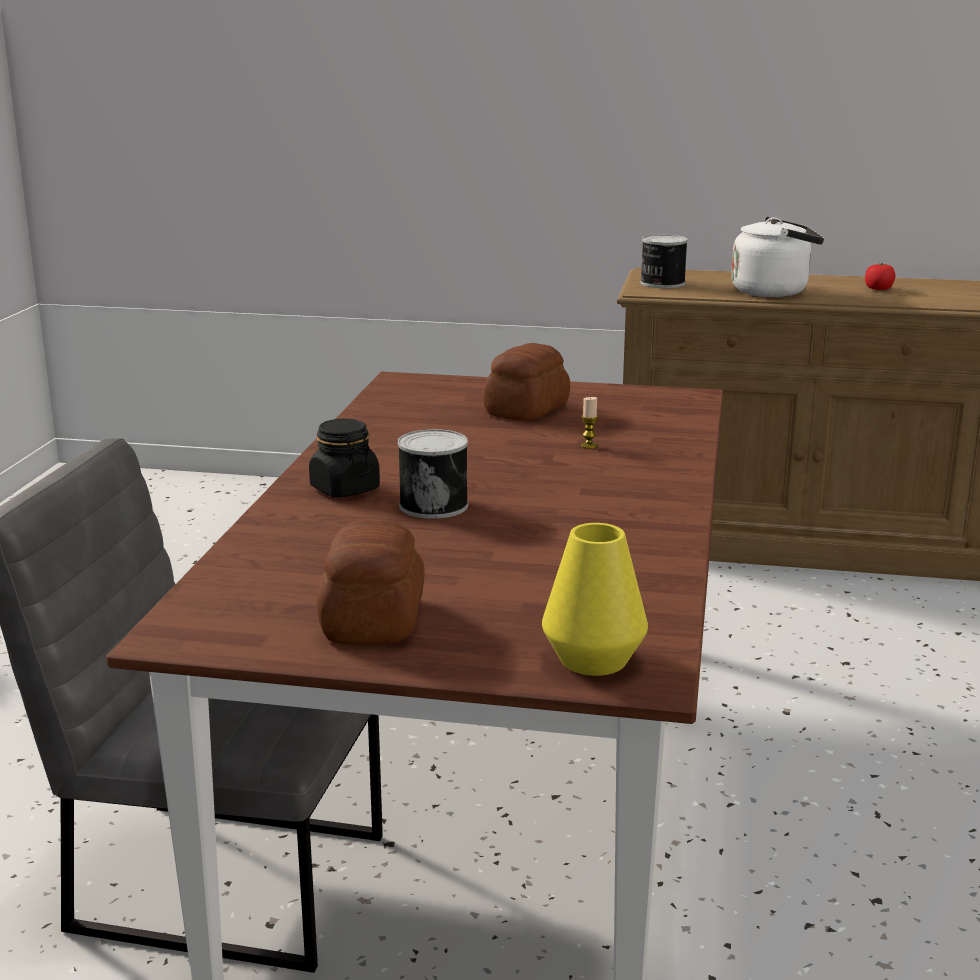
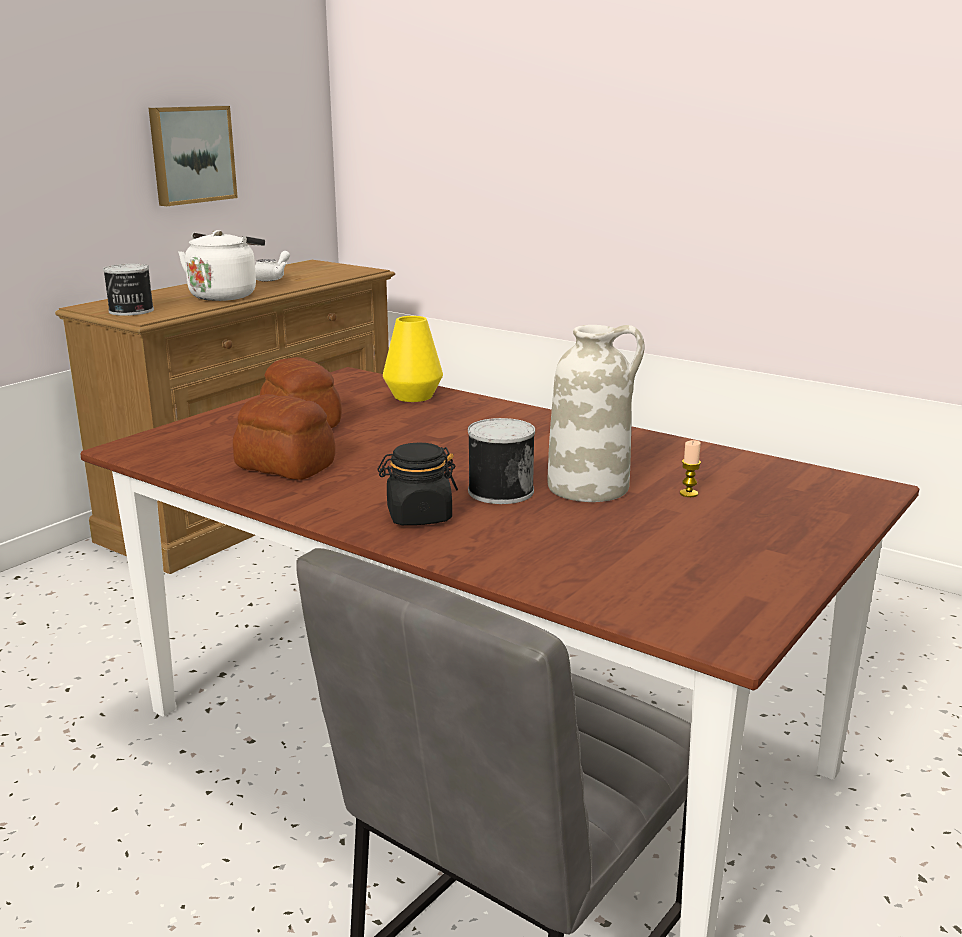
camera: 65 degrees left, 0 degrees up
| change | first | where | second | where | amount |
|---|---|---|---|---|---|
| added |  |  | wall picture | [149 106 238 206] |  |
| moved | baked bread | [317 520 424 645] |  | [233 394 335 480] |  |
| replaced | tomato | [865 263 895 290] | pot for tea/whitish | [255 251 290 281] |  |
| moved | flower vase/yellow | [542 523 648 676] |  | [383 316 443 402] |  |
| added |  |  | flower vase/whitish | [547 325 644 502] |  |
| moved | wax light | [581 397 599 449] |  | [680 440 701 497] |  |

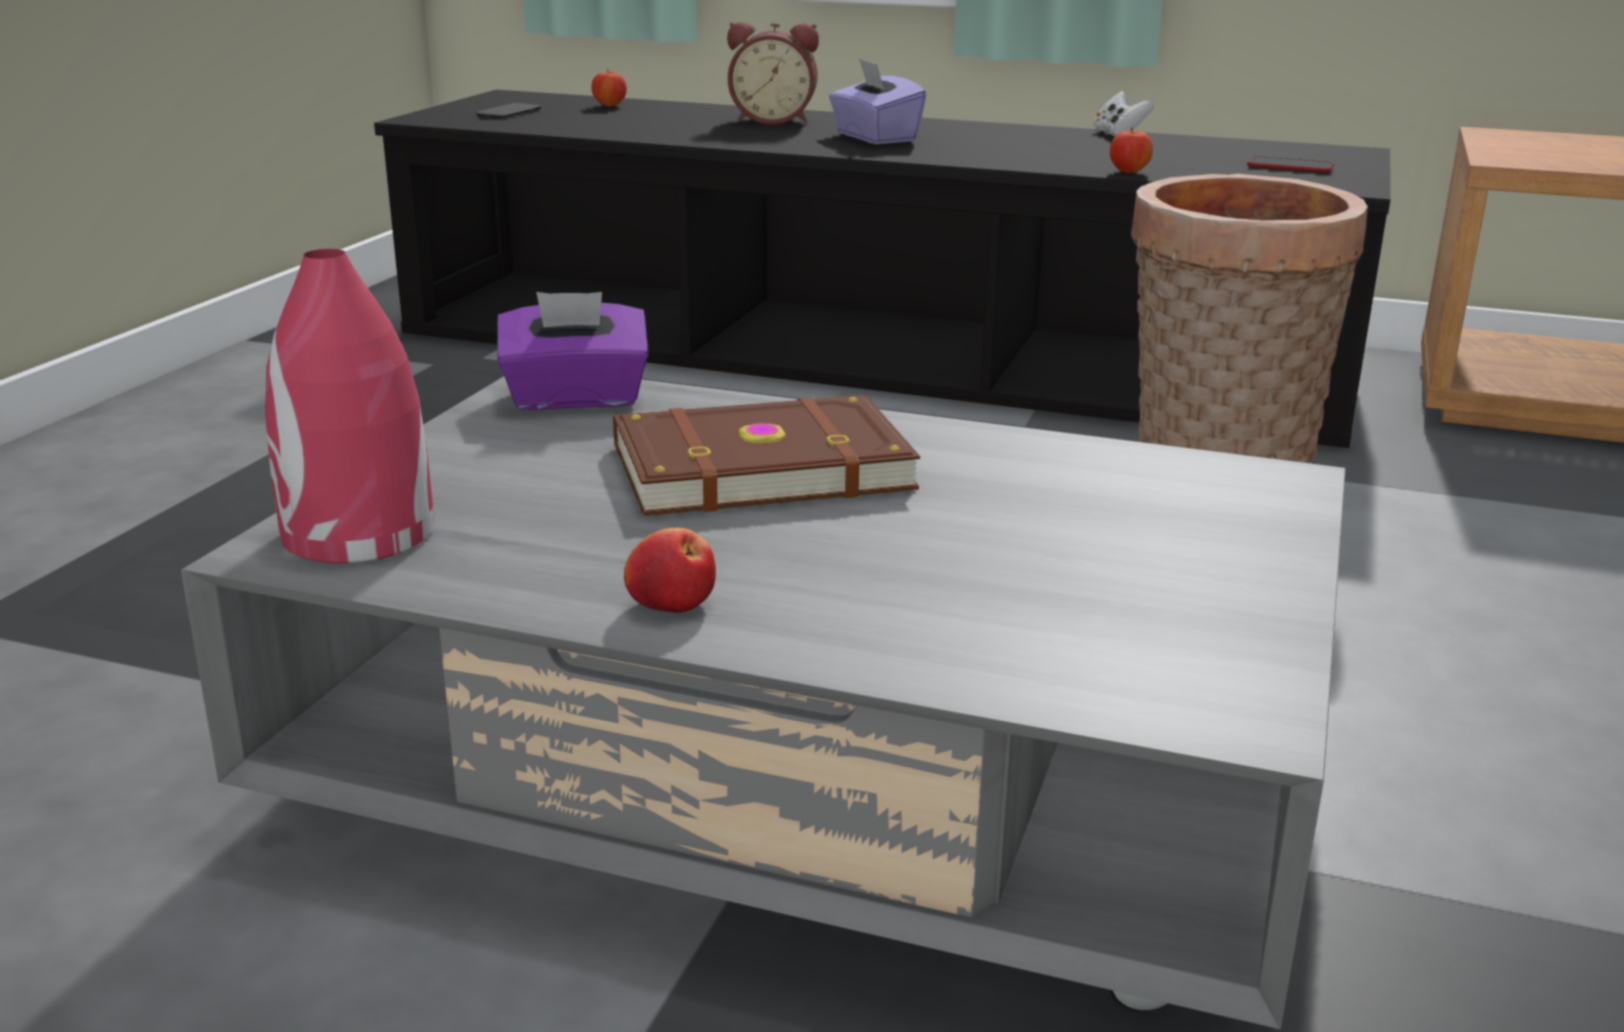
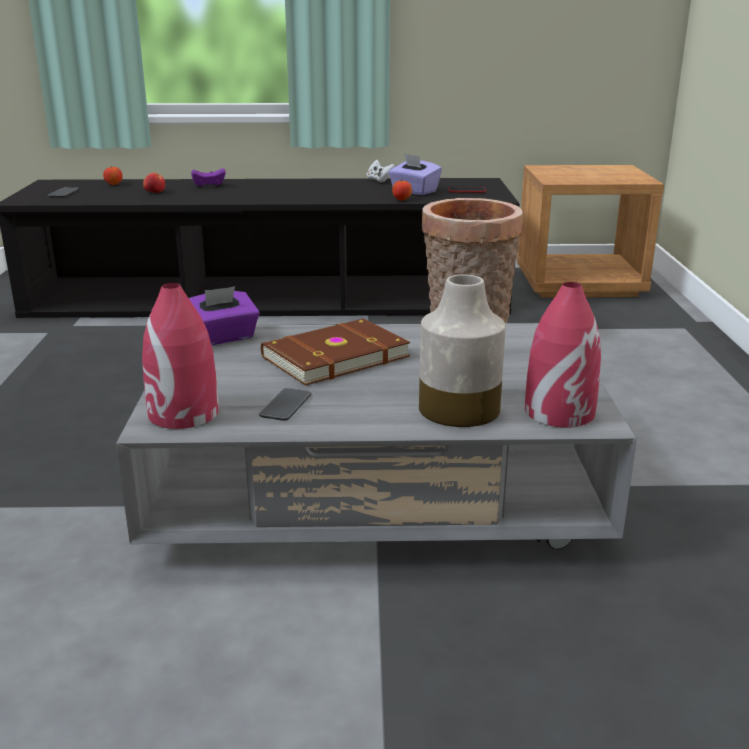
camera: 20 degrees left, 0 degrees up
| change | first | where | second | where | amount |
|---|---|---|---|---|---|
| moved | apple fruit | [624 528 716 613] |  | [143 173 165 193] |  |
| replaced | table clock | [727 22 819 125] | gamepad/purple | [191 168 226 187] |  |
| added |  |  | telephone | [259 388 311 421] |  |
| moved | tissue box/purple | [829 59 926 144] |  | [388 153 442 195] |  |
| added |  |  | flower vase/beige-coloured | [419 274 506 427] |  |
| added |  |  | flower vase/red | [525 282 601 428] |  |

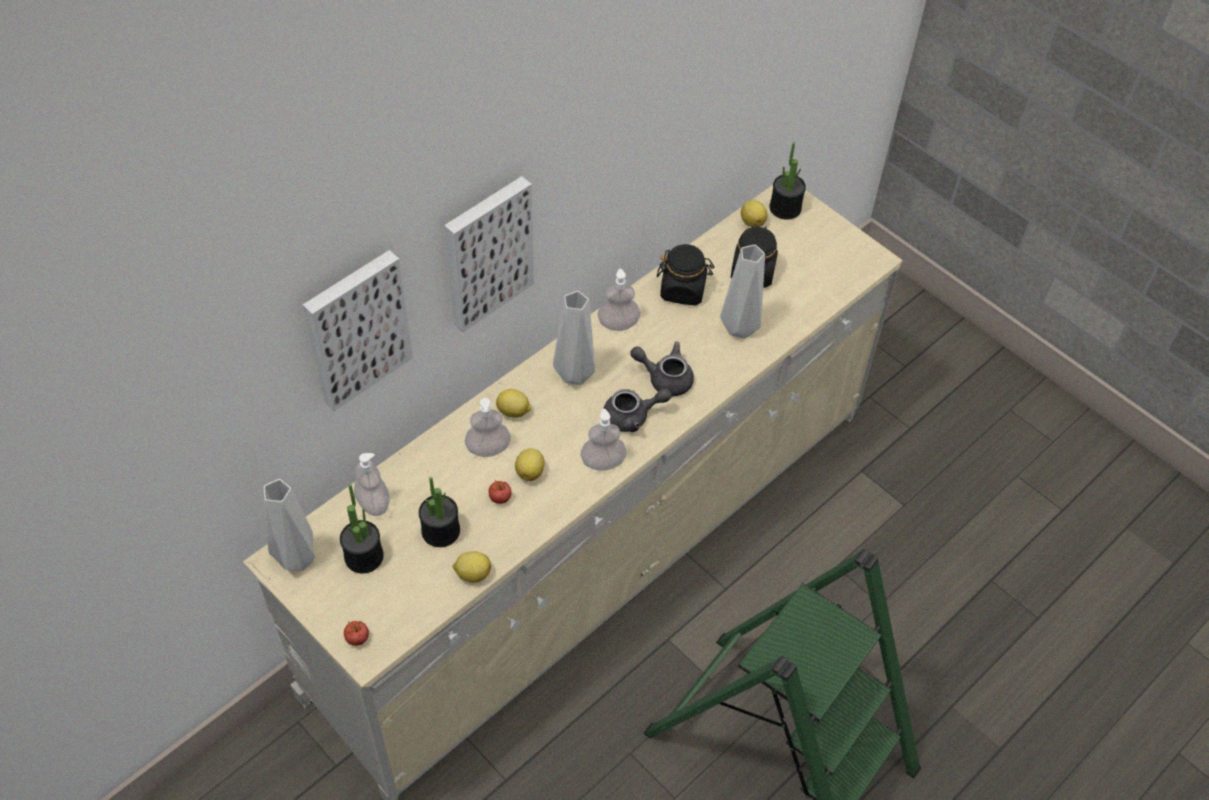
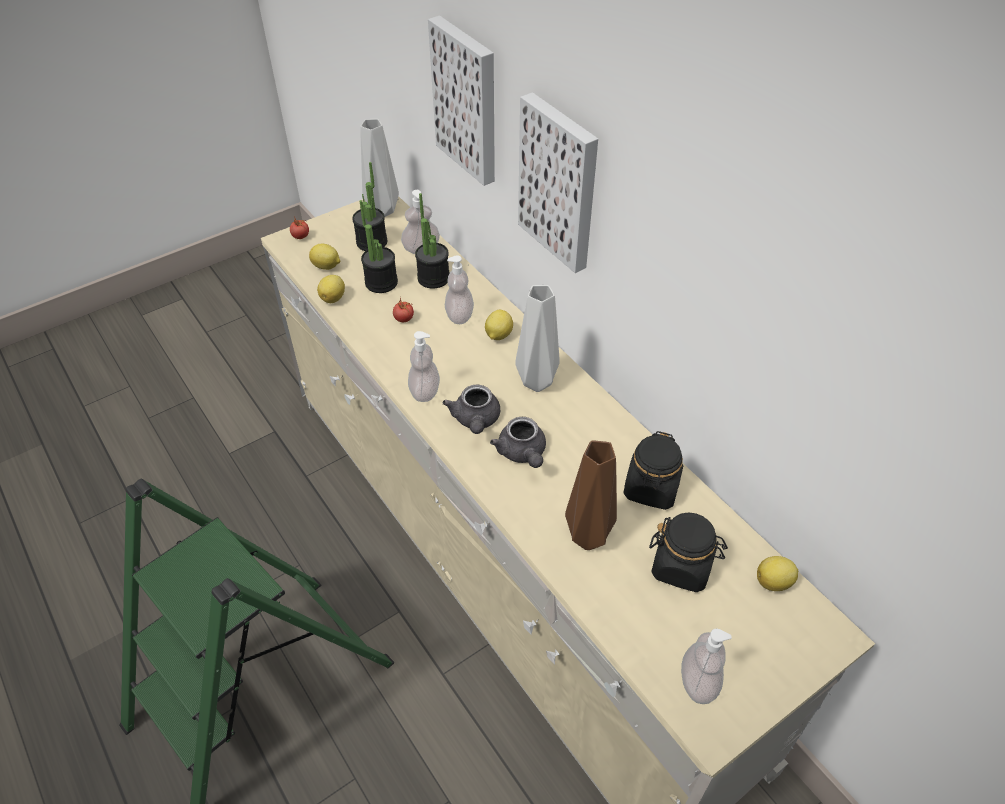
camera: 100 degrees right, 5 degrees down
| change | first | where | second | where | amount |
|---|---|---|---|---|---|
| moved | whole lemon | [515 448 544 481] |  | [309 244 340 270] |  |
| moved | potted plant | [770 142 806 220] |  | [415 193 450 289] |  |
| turned | pot for tea/gray | [630 342 694 396] |  | [490 417 546 468] | 135 degrees clockwise |
| recoloured | flower vase/gray | [720 245 765 338] | flower vase/brown-coloured | [565 441 617 550] |  |
| moved | liquid soap bottle | [598 269 640 331] |  | [681 629 732 704] |  |

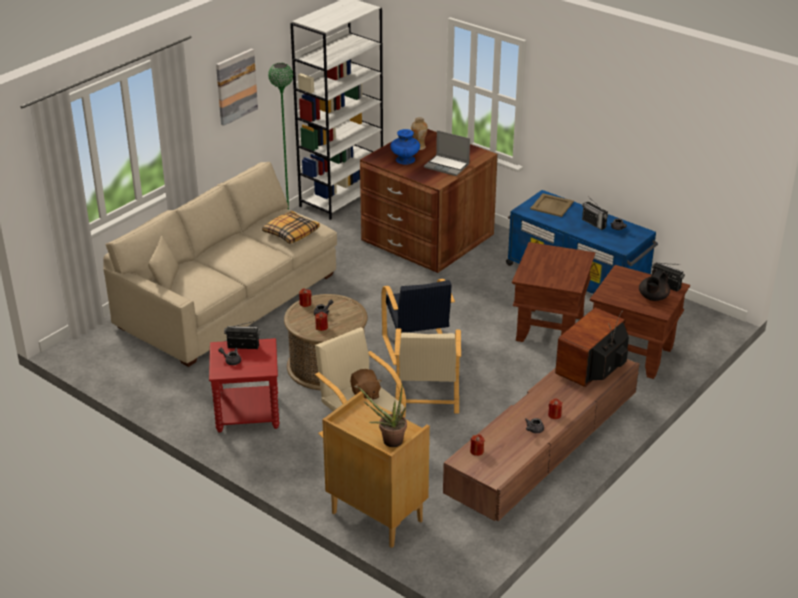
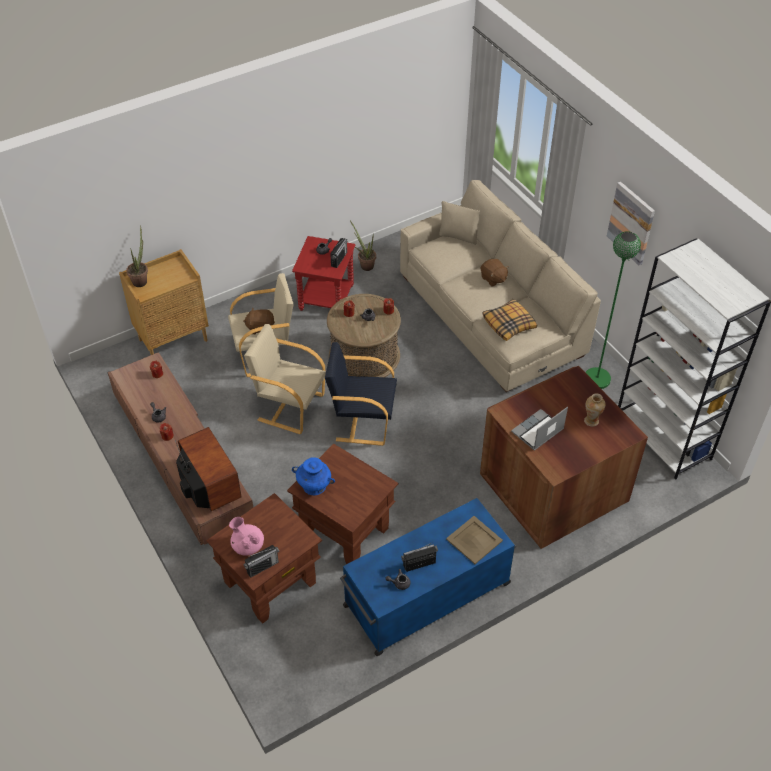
camera: 110 degrees right, 15 degrees up
| change | first | where | second | where | amount |
|---|---|---|---|---|---|
| recoloured | pot for tea/blackish | [639 269 670 301] | pot for tea/pinkish | [229 517 264 556] |  |
| moved | flower vase/bluish | [391 129 420 165] |  | [292 457 335 495] |  |
| added |  |  | potted plant | [350 221 376 271] |  |
| added |  |  | cuddly toy/brown-coloured | [481 259 509 287] |  |

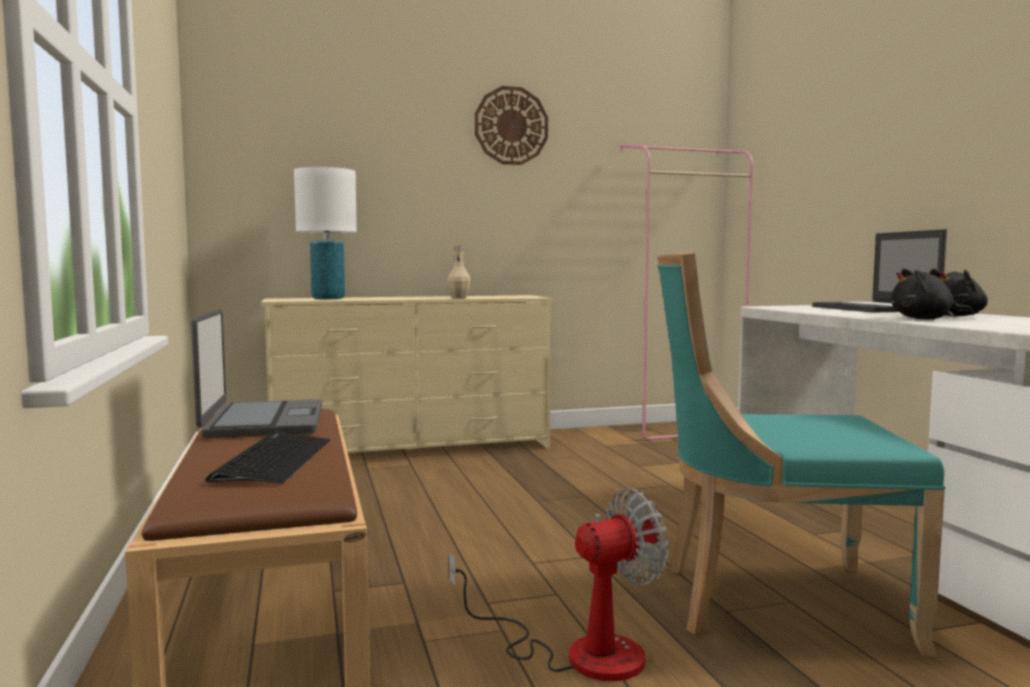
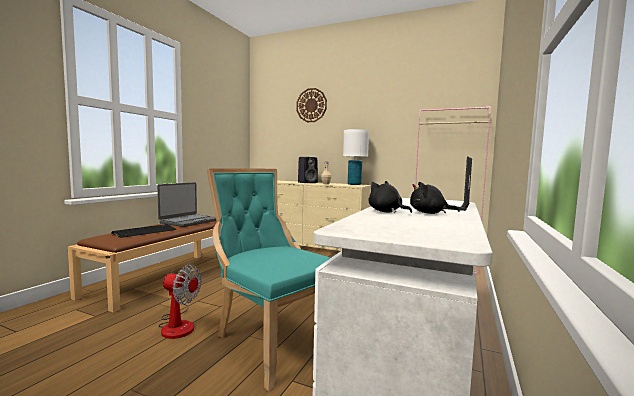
camera: 40 degrees right, 0 degrees up
| change | first | where | second | where | amount |
|---|---|---|---|---|---|
| moved | hanging clock | [475 86 548 165] |  | [296 88 327 122] |  |
| added |  |  | speaker/blackish | [298 157 318 183] |  |
| moved | lamp for a table/whitish | [294 167 357 299] |  | [343 129 369 185] |  |

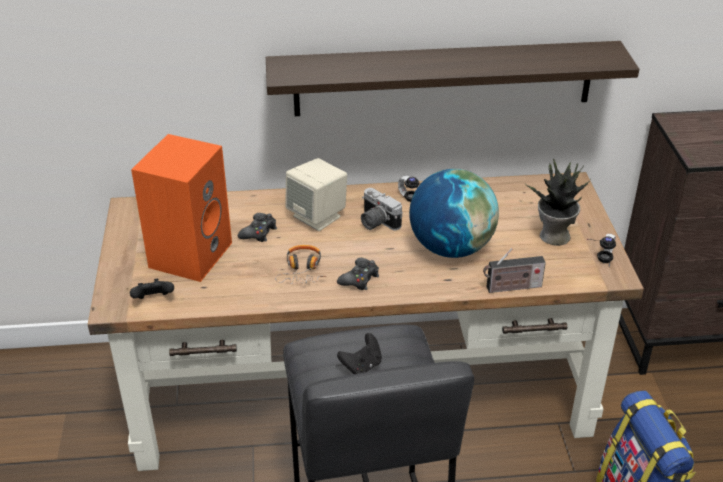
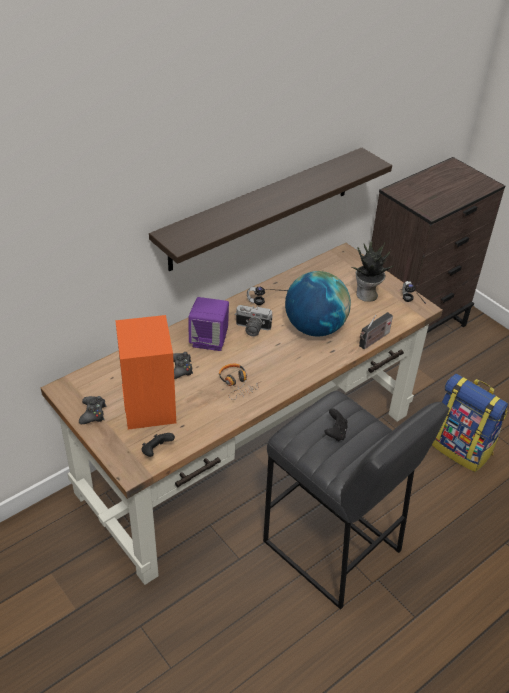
camera: 35 degrees left, 5 degrees up
| change | first | where | second | where | amount |
|---|---|---|---|---|---|
| moved | gamepad/blackish | [337 258 379 290] |  | [79 396 107 424] |  |
| recoloured | speaker/beige-coloured | [285 158 347 231] | speaker/purple | [189 297 229 351] |  |

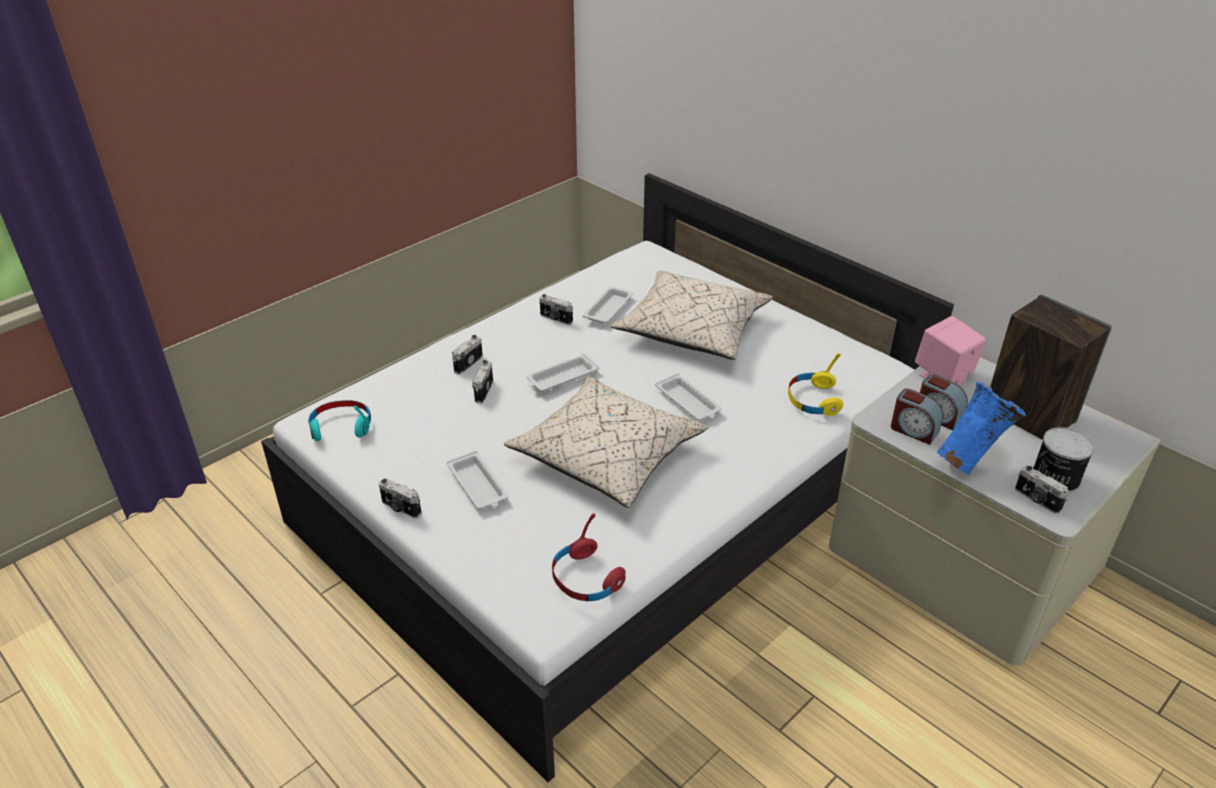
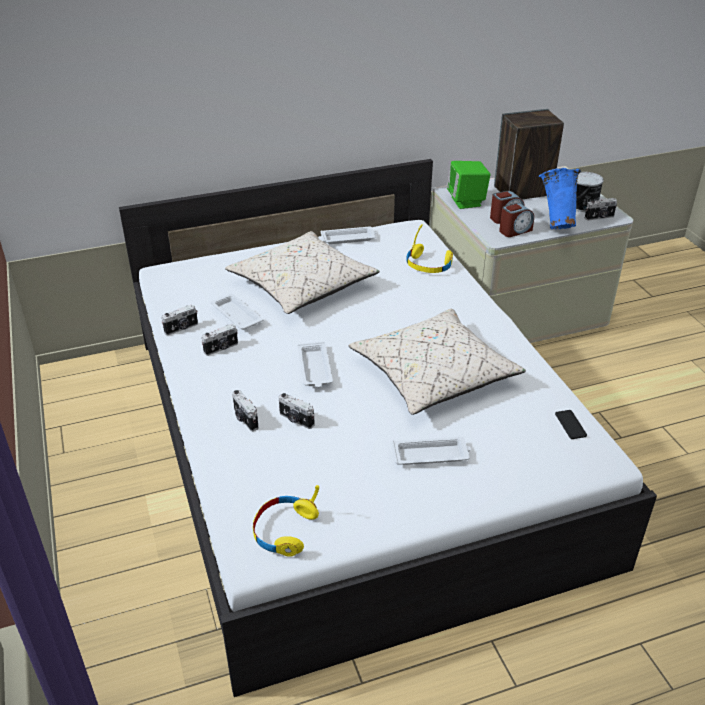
camera: 65 degrees left, 0 degrees up
| change | first | where | second | where | amount |
|---|---|---|---|---|---|
| moved | photo camera | [379 478 422 518] |  | [162 305 198 335] |  |
| recoloured | headphones/turquoise-coloured | [308 400 371 441] | headphones/yellow | [253 485 319 557] |  |
| moved | tray/whitish | [655 373 722 420] |  | [321 227 376 244] |  |
| recoloured | speaker/pinkish | [915 316 986 386] | speaker/greenish | [447 161 490 209] |  |
| replaced | headphones/red | [552 513 626 601] | telephone | [555 410 587 439] |  |

